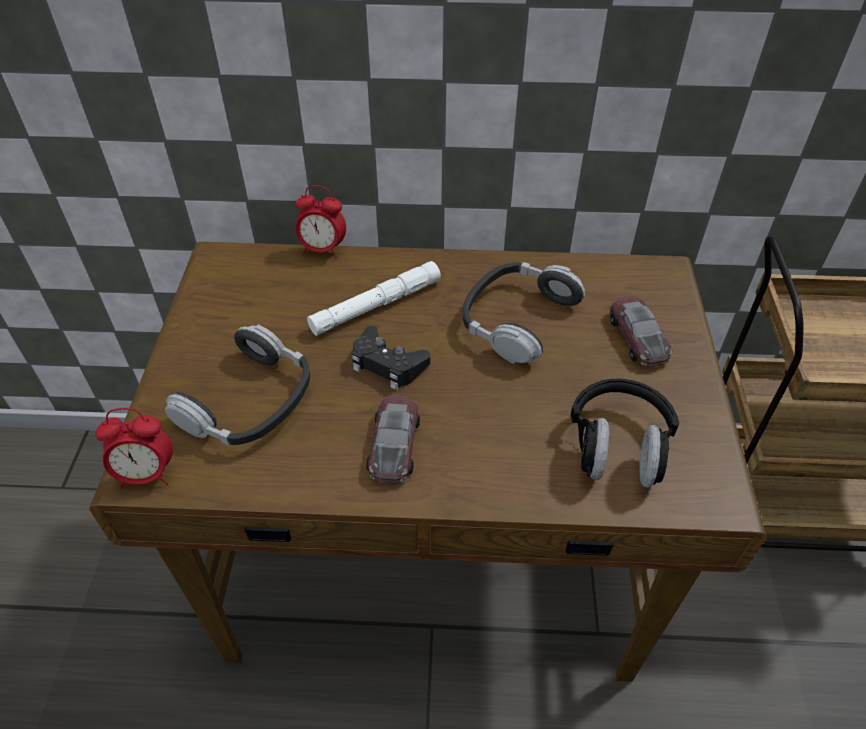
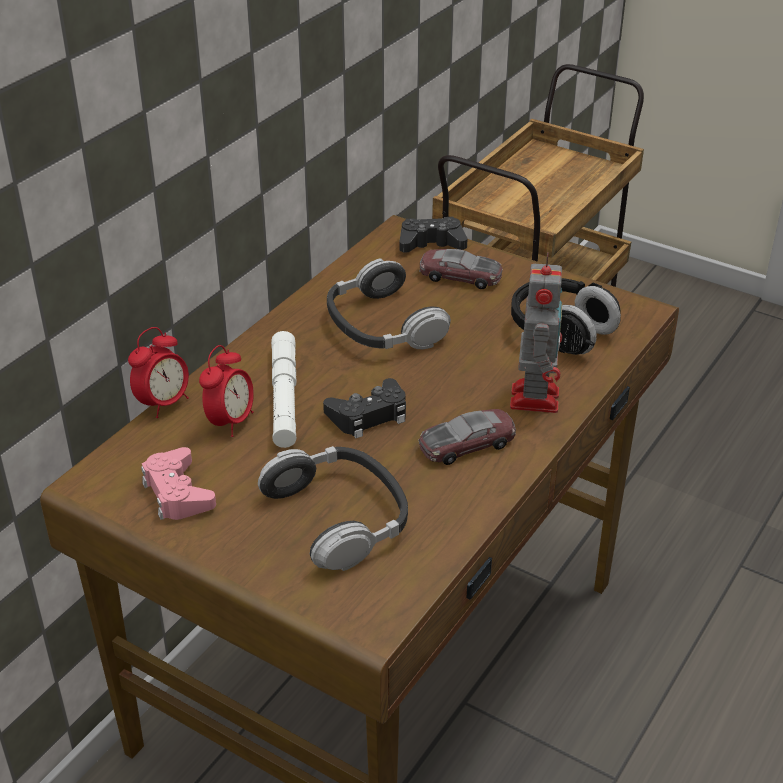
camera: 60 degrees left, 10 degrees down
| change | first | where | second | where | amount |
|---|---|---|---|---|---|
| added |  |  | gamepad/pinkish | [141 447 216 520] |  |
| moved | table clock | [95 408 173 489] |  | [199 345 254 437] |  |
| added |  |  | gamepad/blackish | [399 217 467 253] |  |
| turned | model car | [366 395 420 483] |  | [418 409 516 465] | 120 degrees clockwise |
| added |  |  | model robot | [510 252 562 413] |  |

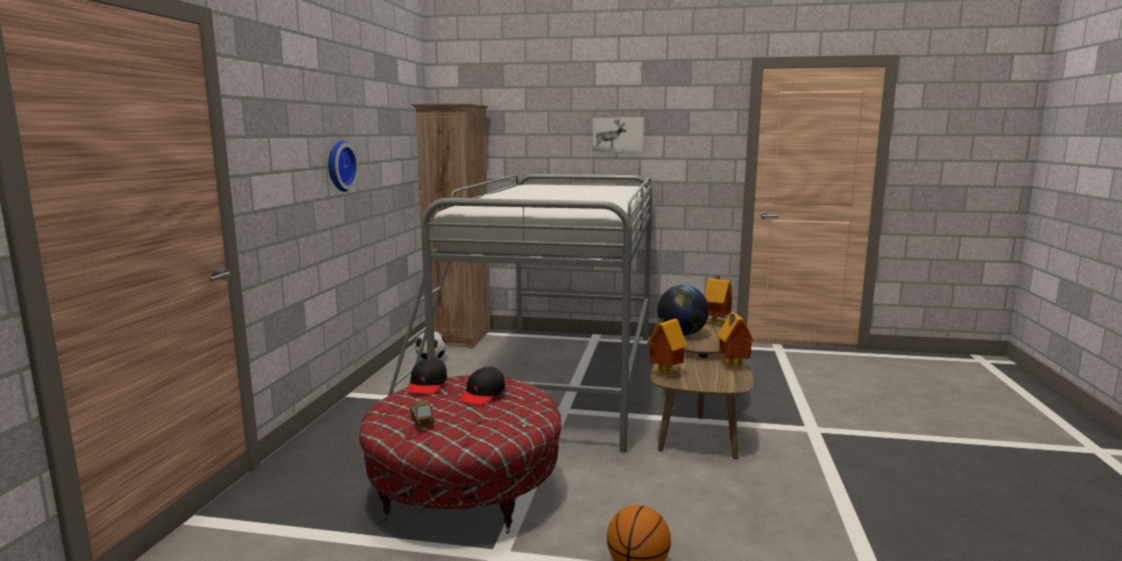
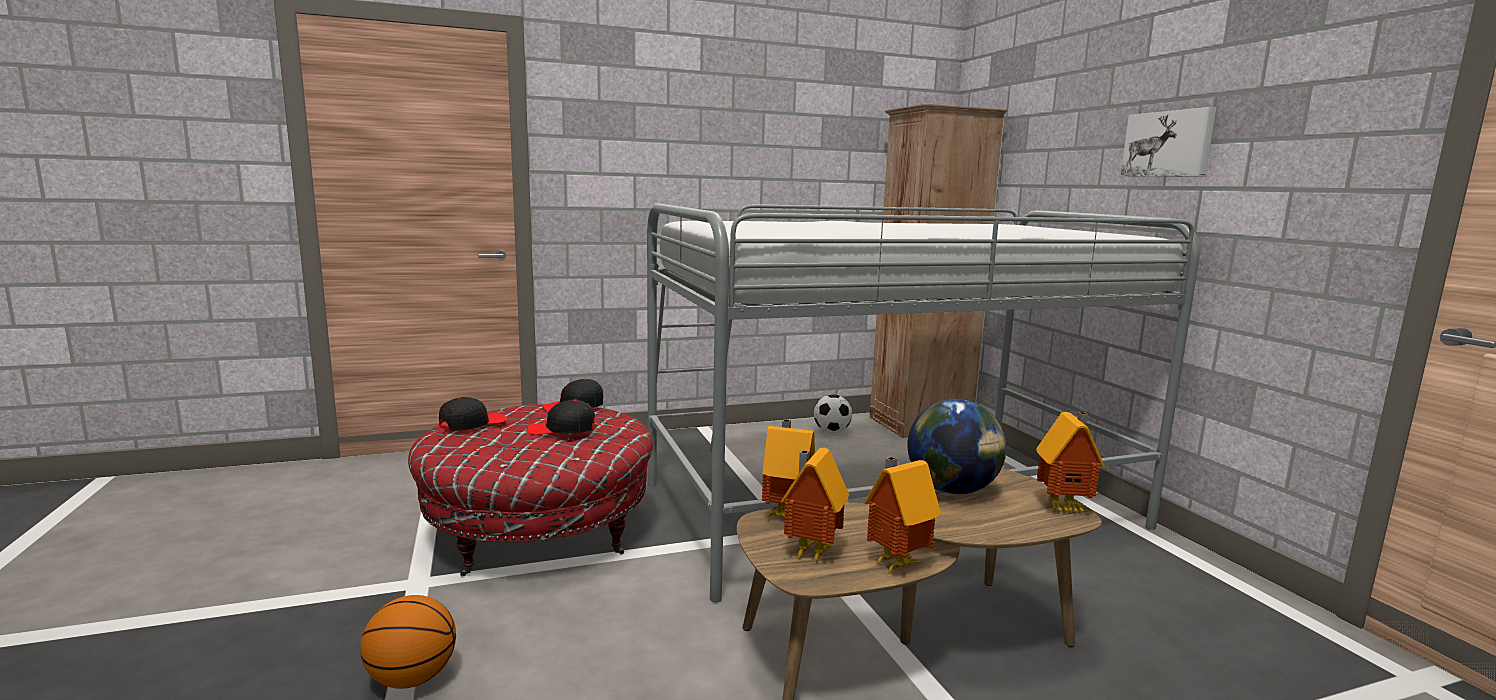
camera: 60 degrees right, 0 degrees up
| change | first | where | second | where | amount |
|---|---|---|---|---|---|
| replaced | model car/brown-coloured | [409 399 434 429] | cap/blackish | [439 397 506 431] |  |
| added |  |  | toy house | [781 448 849 562] |  |
| removed | hanging clock | [328 141 359 192] |  |  |  |

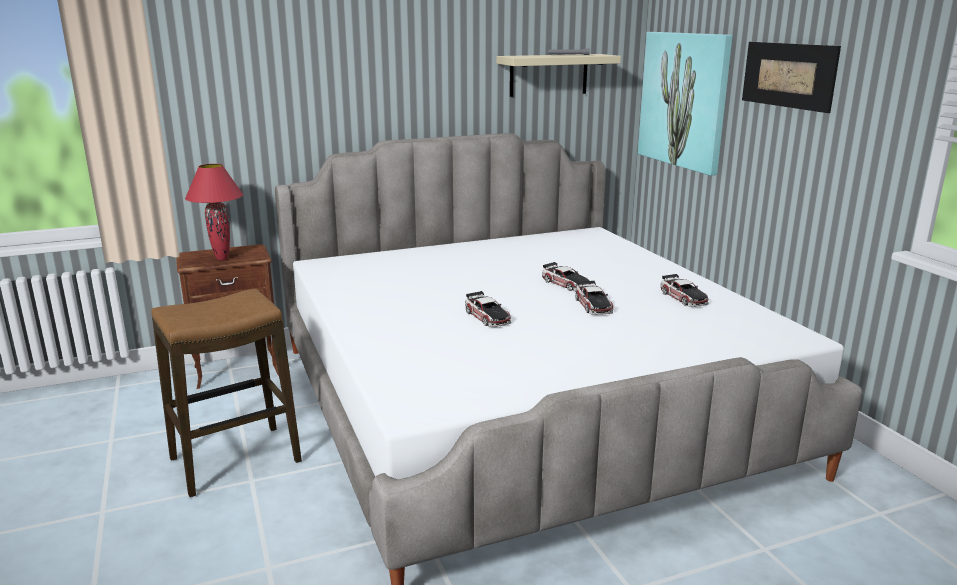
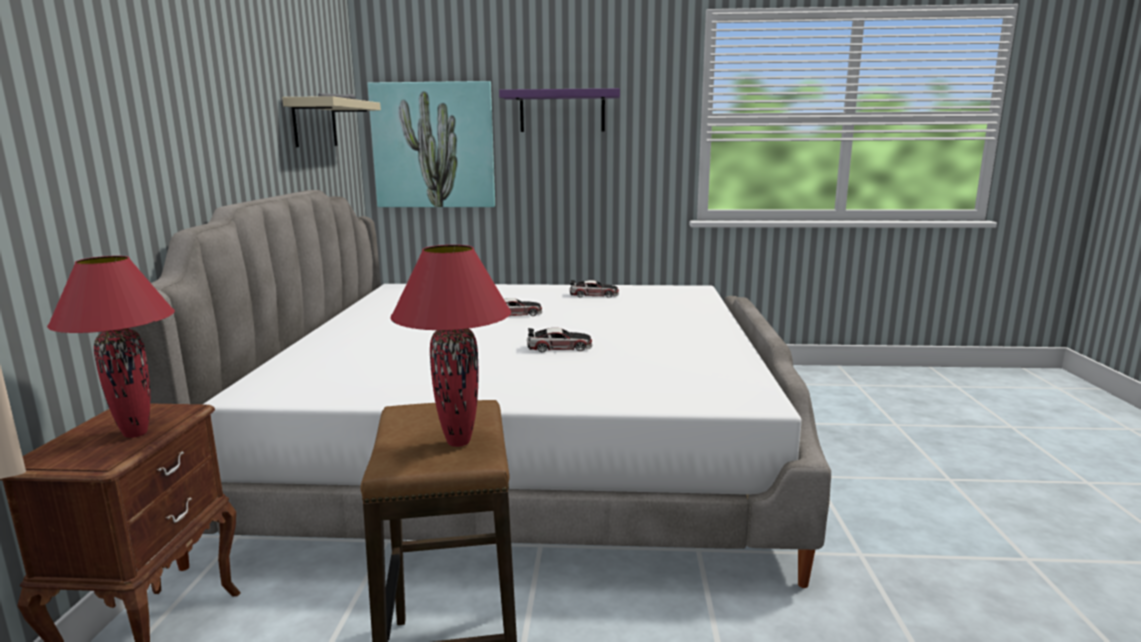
camera: 65 degrees left, 5 degrees down
| change | first | where | second | where | amount |
|---|---|---|---|---|---|
| added |  |  | lamp for a table/red | [391 245 511 447] |  |
| replaced | wall picture | [742 42 841 113] | bracket shelf/purple | [499 88 620 132] |  |
| removed | model car | [575 281 613 315] |  |  |  |

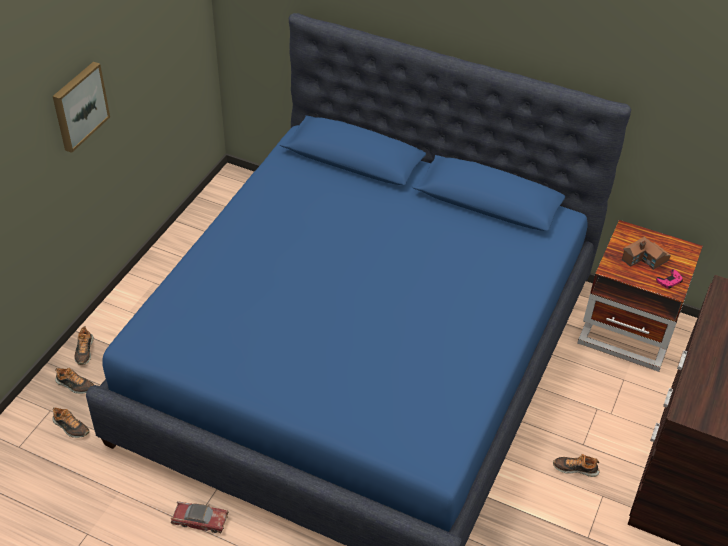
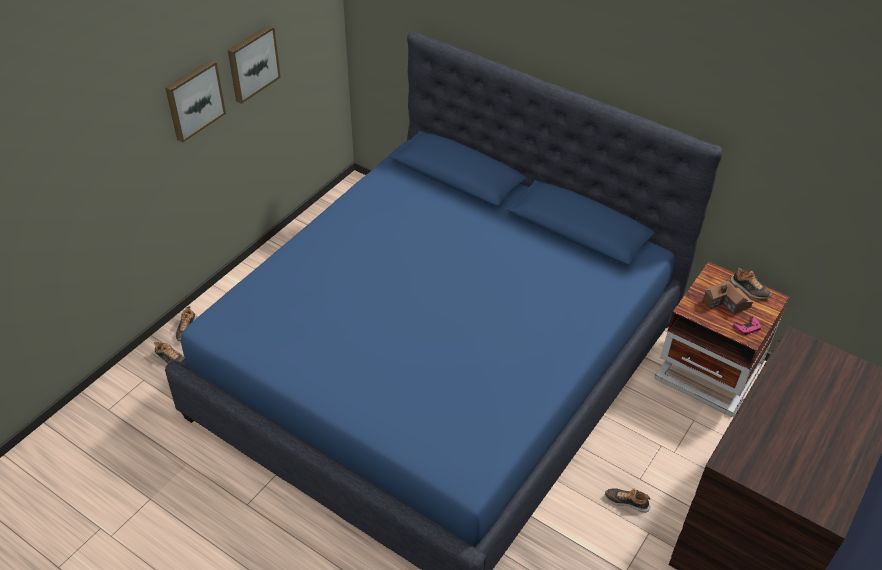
camera: 10 degrees right, 0 degrees up
| change | first | where | second | where | amount |
|---|---|---|---|---|---|
| added |  |  | wall picture | [228 25 281 104] |  |
| moved | low shoe | [52 407 90 438] |  | [731 268 772 299] |  |
| removed | model car | [171 501 229 534] |  |  |  |

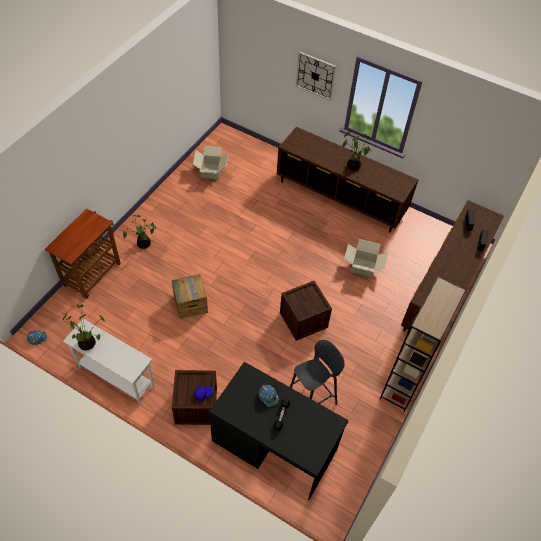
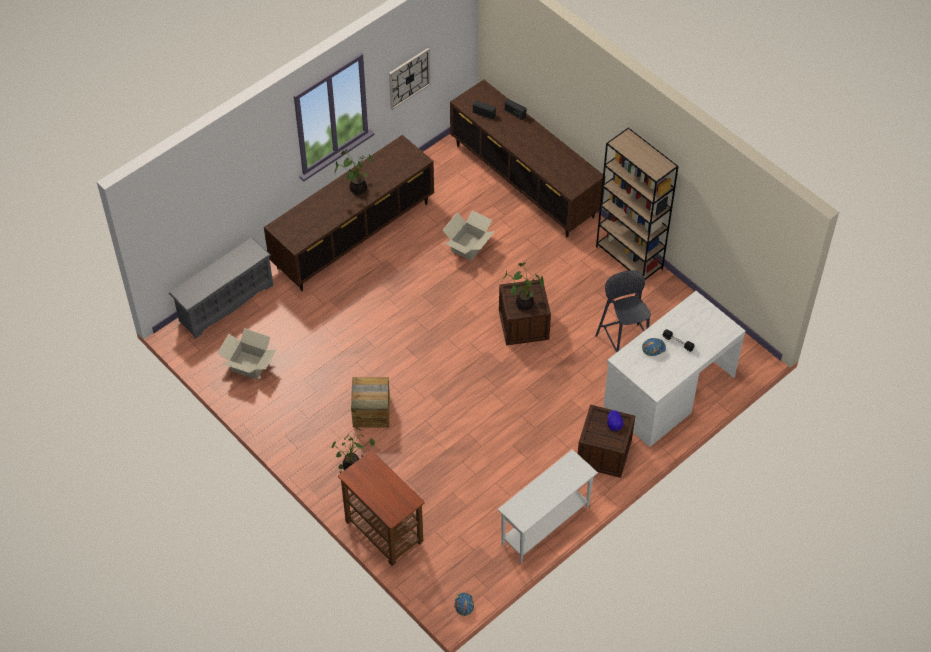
camera: 70 degrees left, 0 degrees up
| change | first | where | second | where | amount |
|---|---|---|---|---|---|
| added |  |  | shoe stand/gray | [169 238 273 339] |  |
| moved | packing crate | [171 274 208 319] |  | [351 377 390 428] |  |
| moved | hanging clock | [296 51 336 101] |  | [389 48 430 110] |  |
| moved | potted plant | [62 304 105 350] |  | [502 263 544 311] |  |
| recoloured | desk/blackish | [209 362 349 500] | desk/whitish | [604 291 746 447] |  |

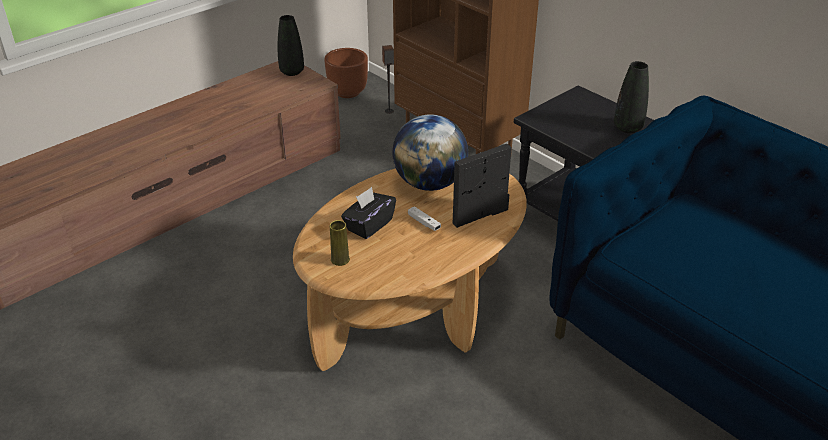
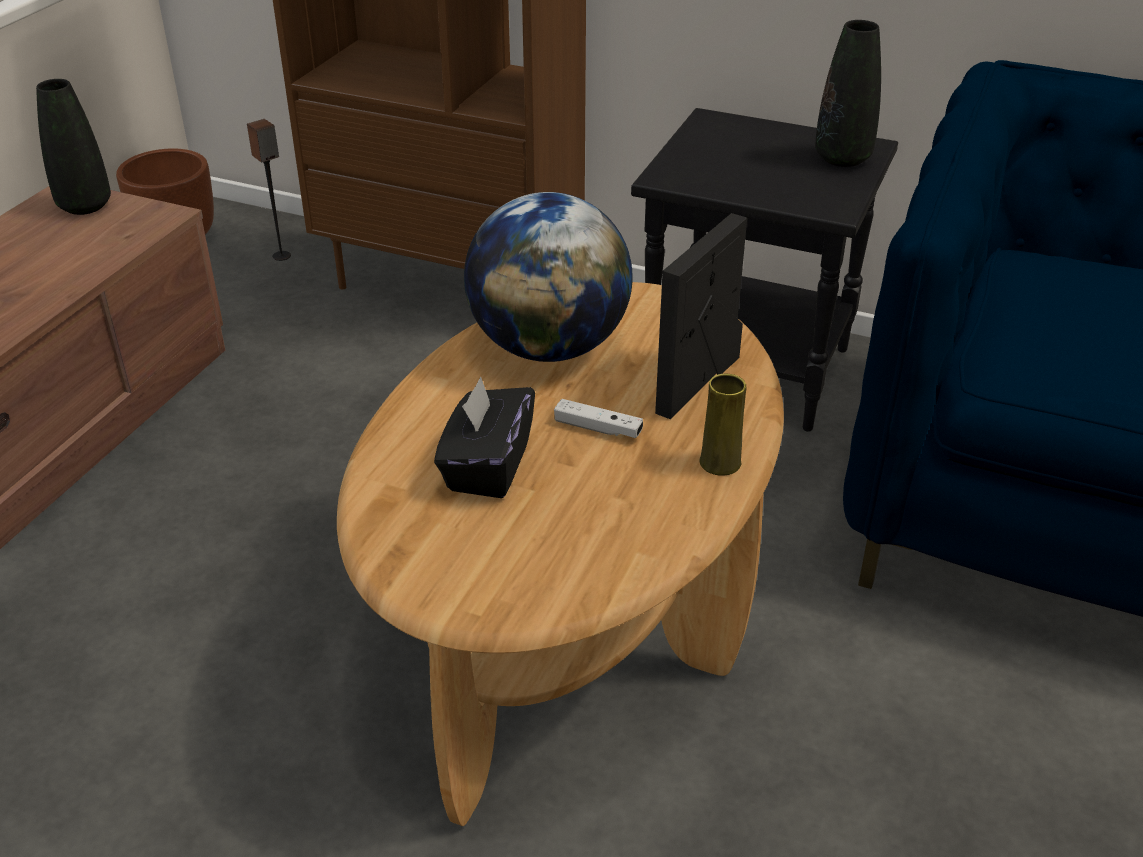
camera: 25 degrees left, 0 degrees up
| change | first | where | second | where | amount |
|---|---|---|---|---|---|
| moved | flower vase/yellow | [330 220 350 266] |  | [699 374 746 476] |  |

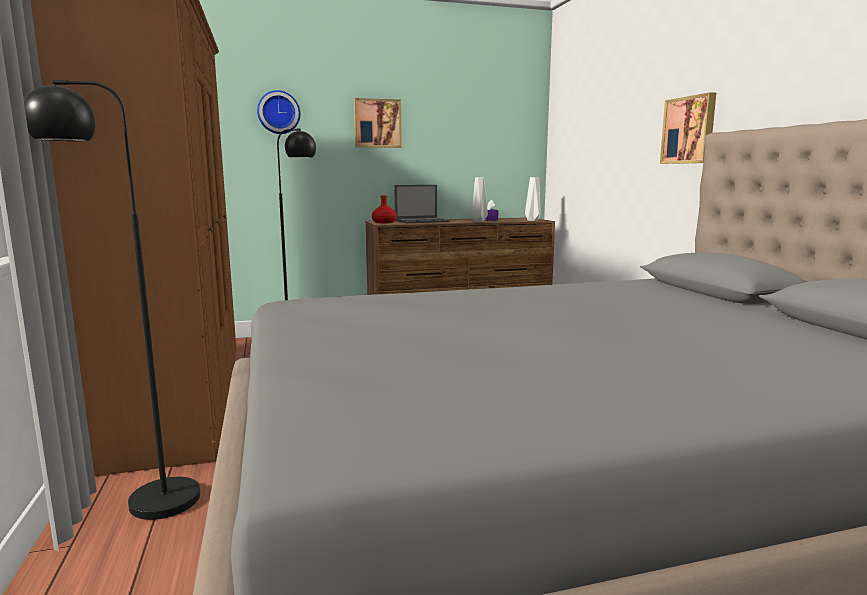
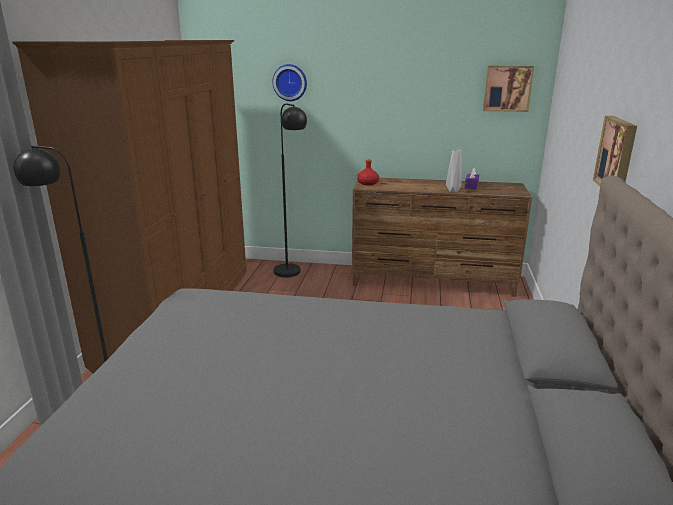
camera: 25 degrees right, 10 degrees up
| change | first | where | second | where | amount |
|---|---|---|---|---|---|
| moved | wall picture | [354 98 402 148] |  | [483 65 534 112] |  |
| removed | notebook computer | [394 185 450 223] |  |  |  |
| removed | flower vase/whitish | [525 177 541 221] |  |  |  |

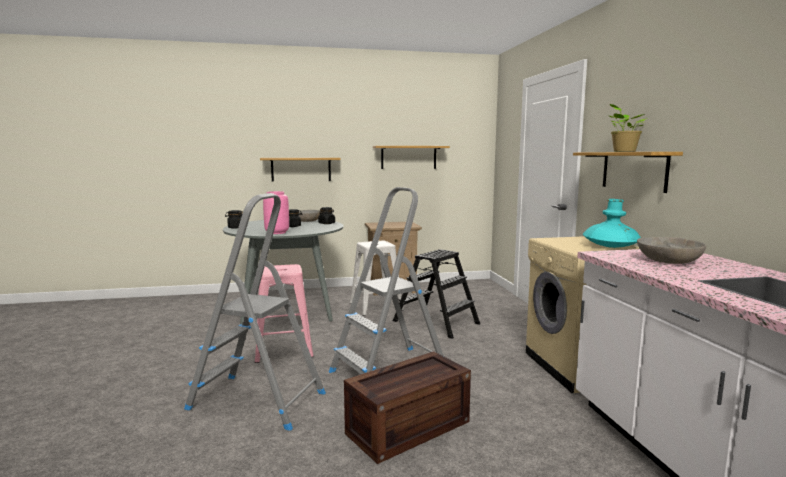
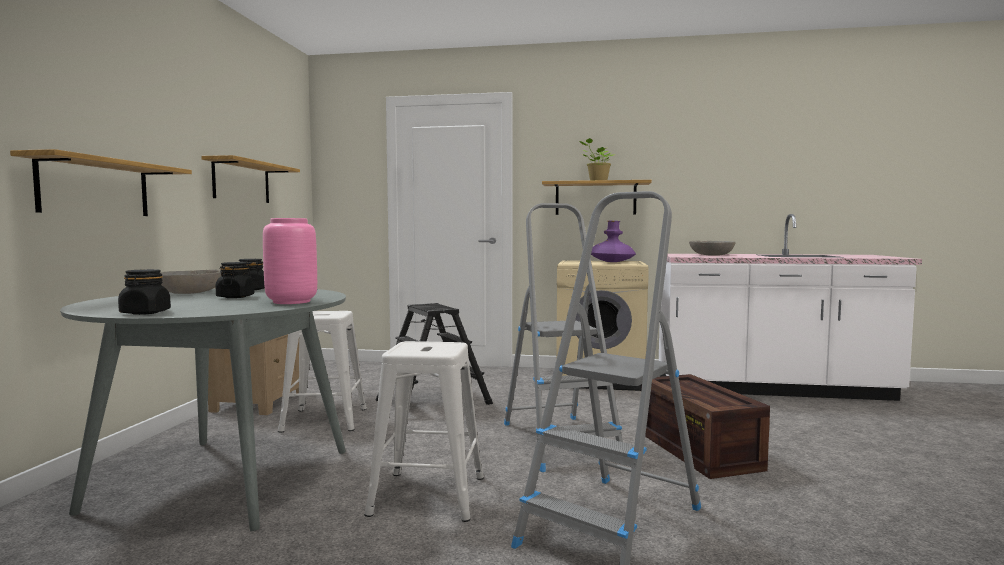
camera: 70 degrees left, 5 degrees down
| change | first | where | second | where | amount |
|---|---|---|---|---|---|
| recoloured | stool/pinkish | [255 264 314 363] | stool/whitish | [364 341 484 522] |  |
| recoloured | flower vase/turquoise-coloured | [583 199 641 248] | flower vase/purple | [591 221 636 262] |  |

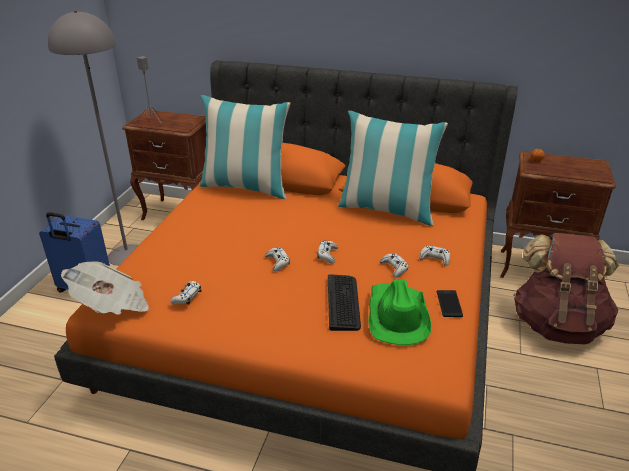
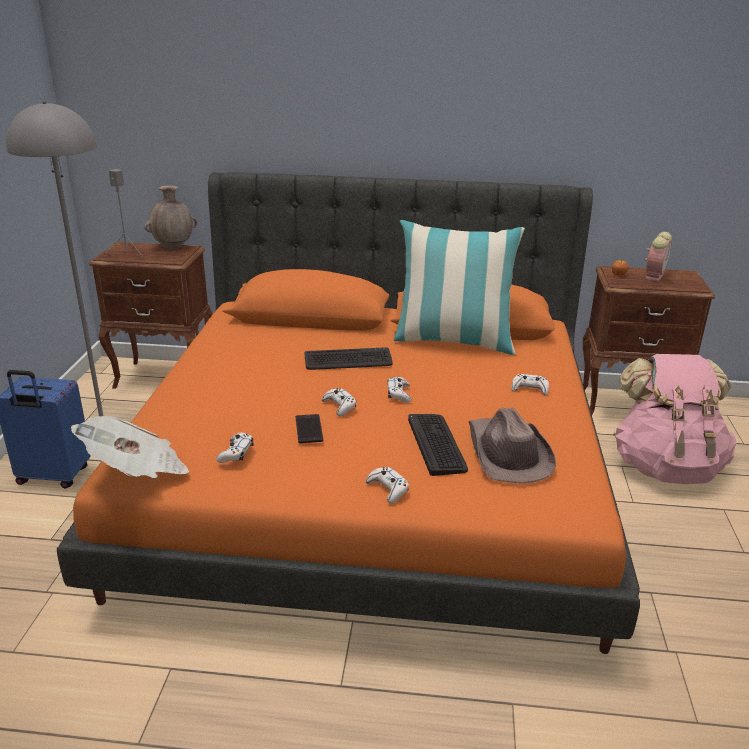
camera: 10 degrees left, 5 degrees down
| change | first | where | second | where | amount |
|---|---|---|---|---|---|
| added |  |  | flower vase/brown-coloured | [144 185 197 249] |  |
| moved | telephone | [437 290 463 317] |  | [296 414 323 443] |  |
| added |  |  | computer keyboard | [305 347 393 370] |  |
| moved | gamepad/whitish | [380 253 409 277] |  | [366 467 409 504] |  |
| recoloured | wearable hat/greenish | [368 280 431 345] | wearable hat/brown-coloured | [468 408 556 483] |  |
| recoloured | backpack/brown-coloured | [513 233 619 344] | backpack/pinkish | [613 354 737 484] |  |
| added |  |  | table clock | [645 232 672 282] |  |
| removed | cushion | [200 95 291 199] |  |  |  |

